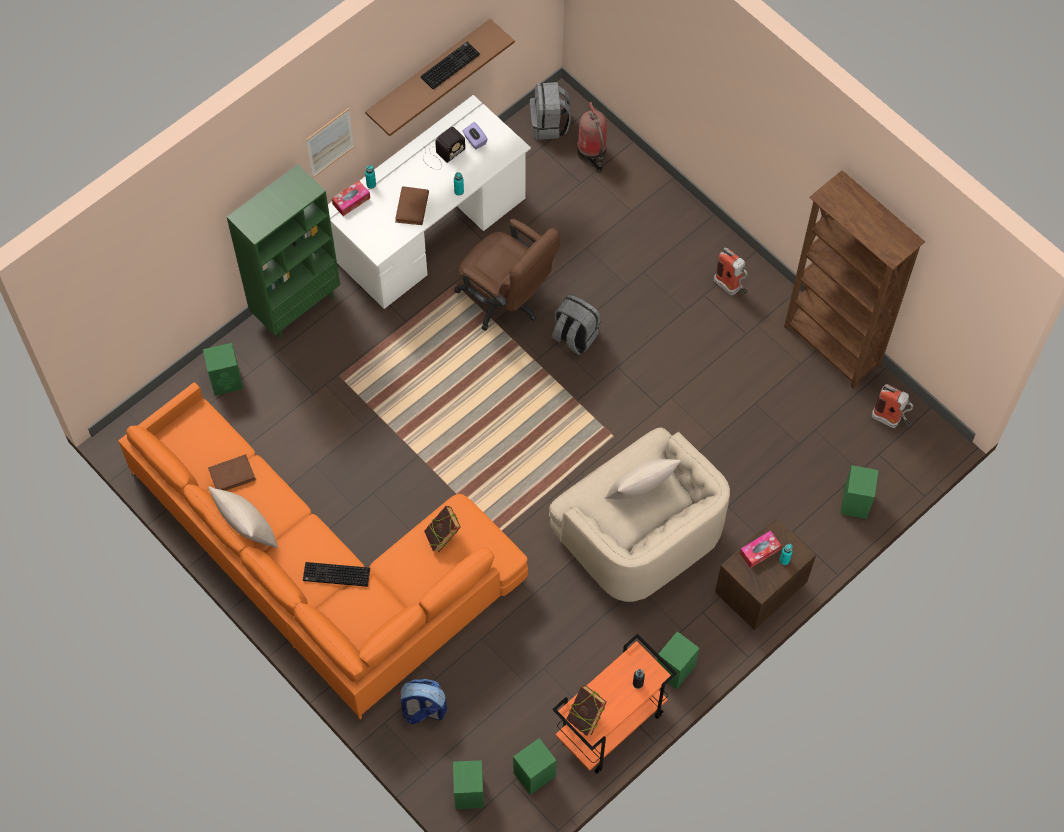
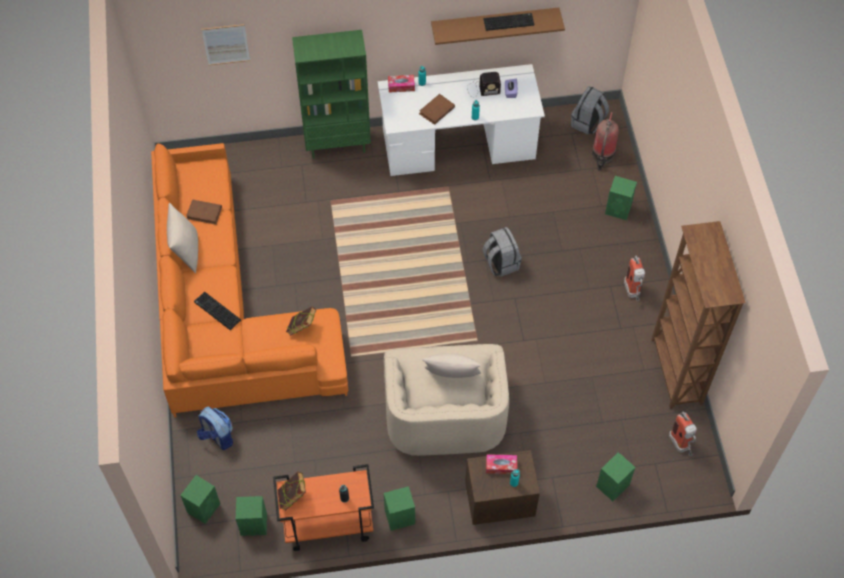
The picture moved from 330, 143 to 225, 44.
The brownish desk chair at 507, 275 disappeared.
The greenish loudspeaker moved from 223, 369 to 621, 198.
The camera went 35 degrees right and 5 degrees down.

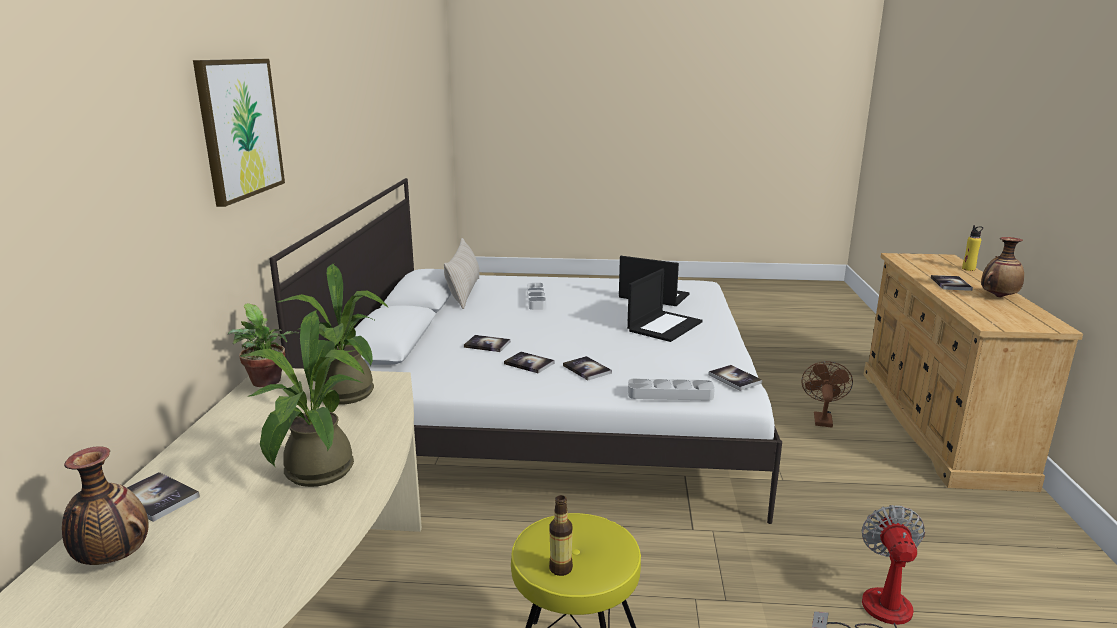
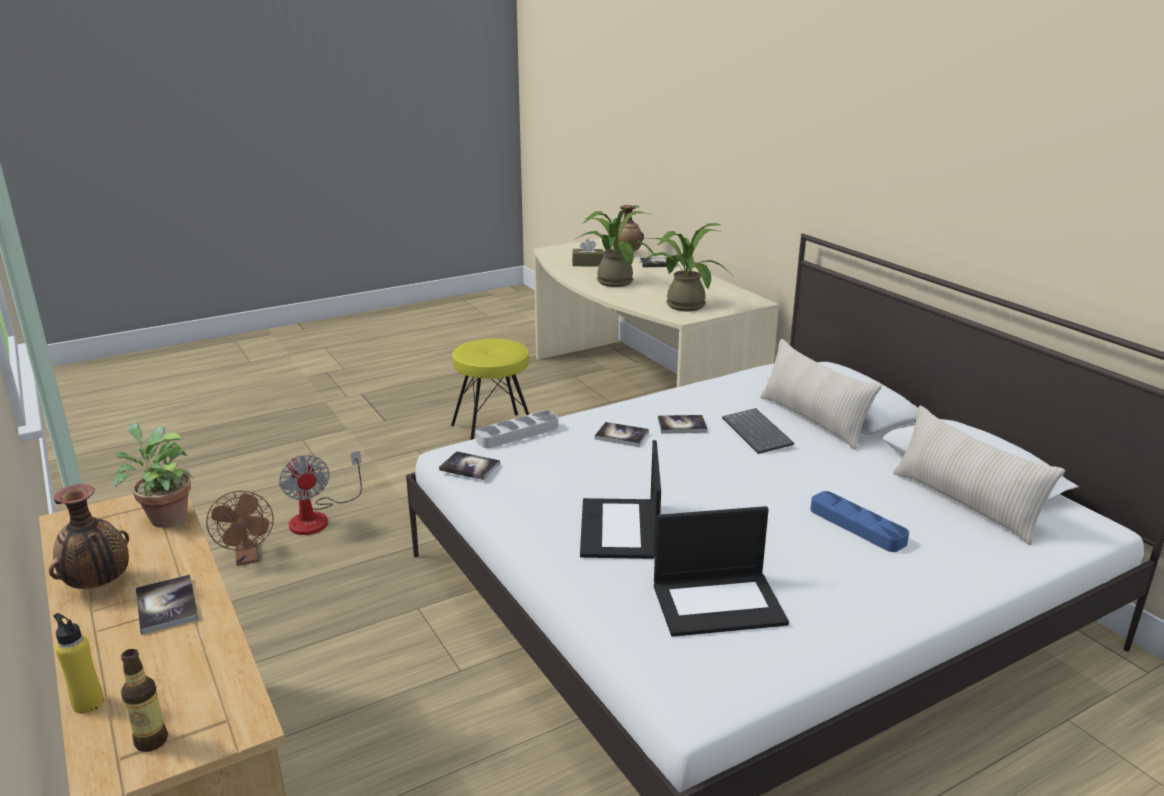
The picture at 239, 133 disappeared.
The whitish tray at 536, 296 became the blue-coloured tray at 859, 521.
The plant in a pot moved from 263, 345 to 153, 475.
The book at 487, 343 was replaced by the computer keyboard at 758, 431.
The brownish electric fan moved from 827, 394 to 240, 528.
The drink bottle moved from 561, 535 to 144, 700.
The brownish tissue box at 587, 252 appeared.
The beige-coloured throw pillow at 821, 394 appeared.
The camera went 145 degrees right and 5 degrees up.

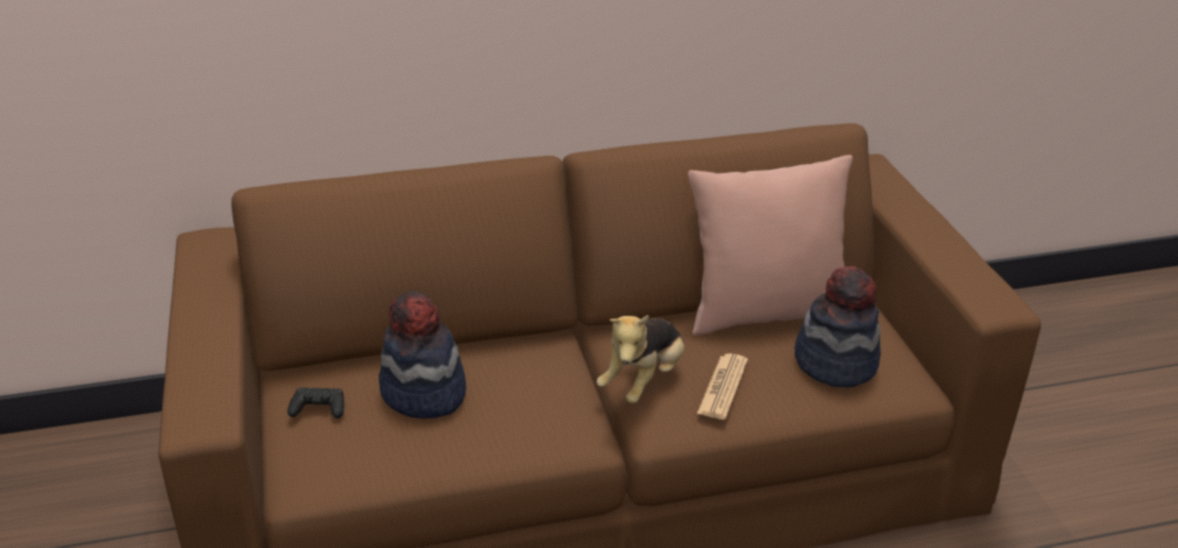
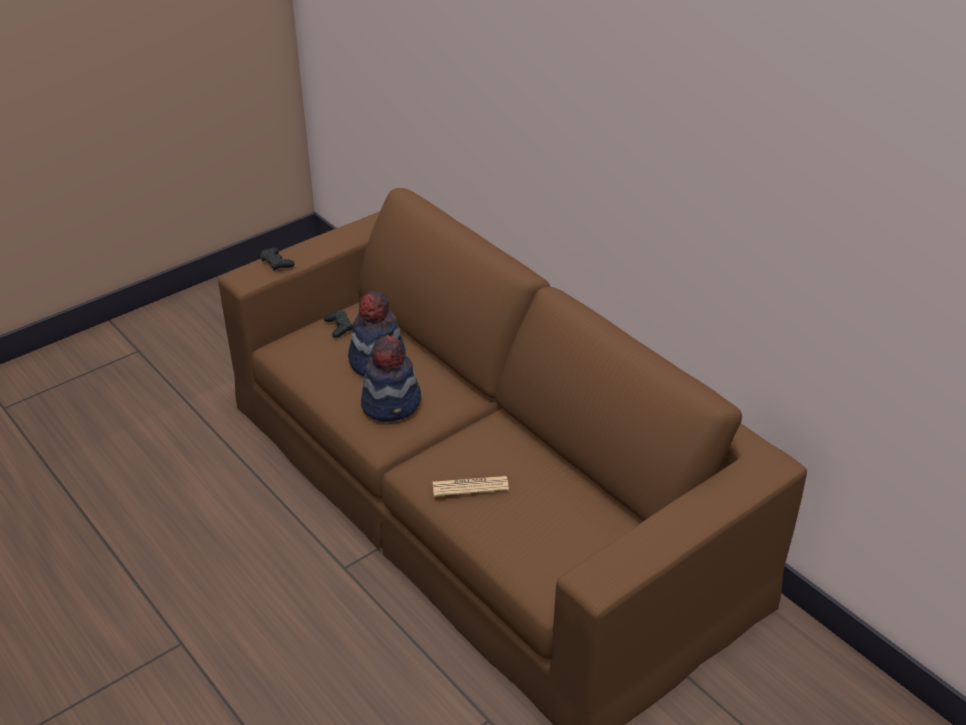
The pink throw pillow at 770, 245 disappeared.
The hat moved from 837, 327 to 391, 378.
The plush toy at 640, 359 disappeared.
The blackish game controller at 277, 259 appeared.
The camera went 65 degrees right and 5 degrees up.

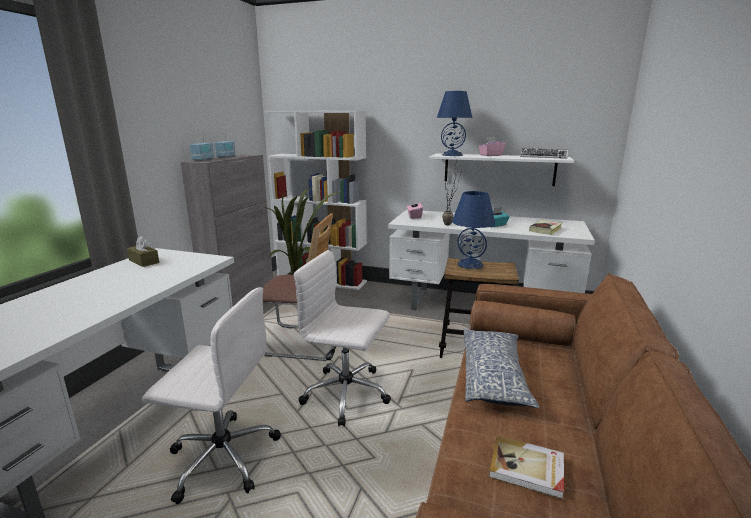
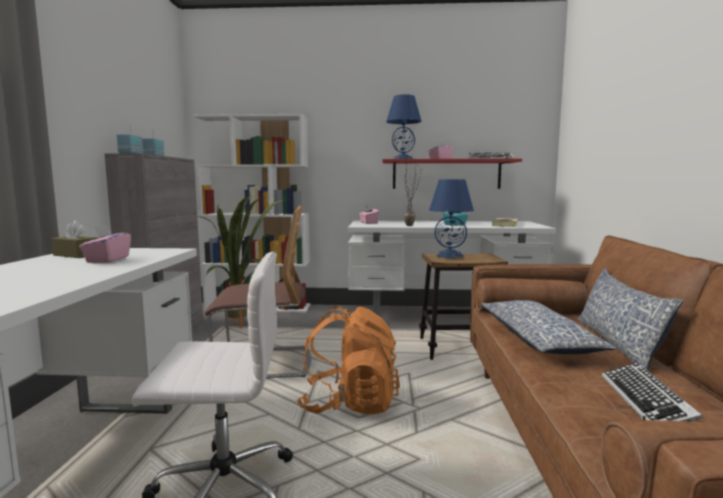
The whitish shelf at 501, 169 became the red-coloured shelf at 452, 174.
The whitish desk chair at 342, 338 was replaced by the orangey rucksack at 348, 360.
The book at 526, 467 was replaced by the computer keyboard at 652, 392.
The pink tissue box at 105, 243 appeared.
The throw pillow at 630, 319 appeared.
The camera went 15 degrees left and 10 degrees down.

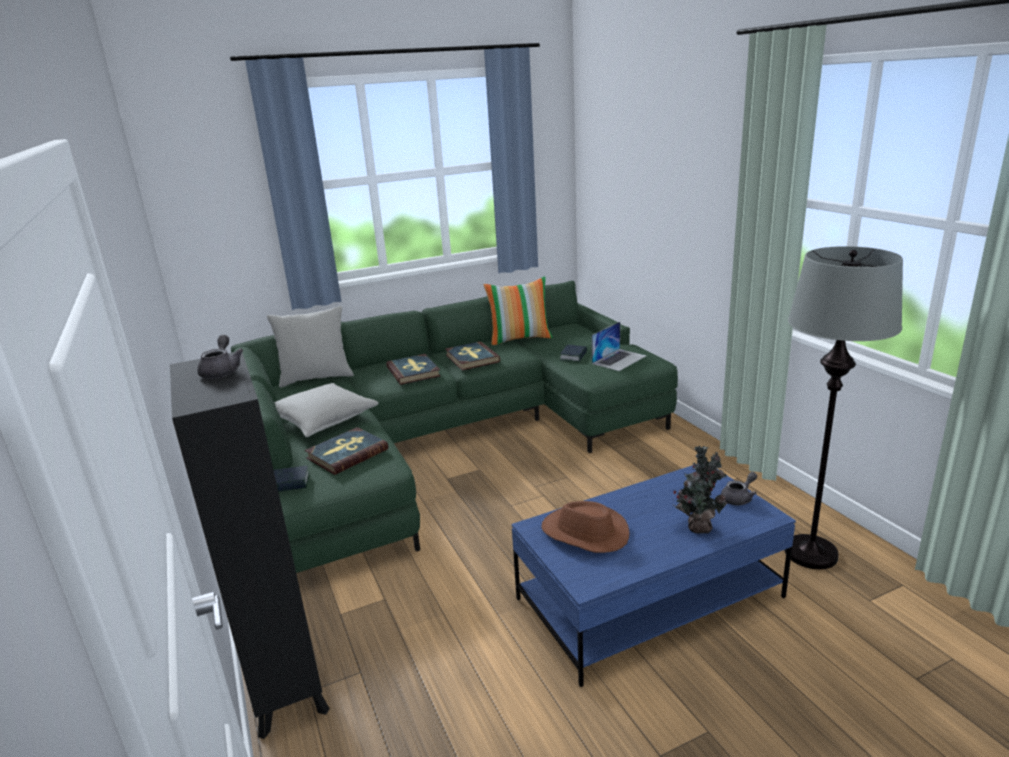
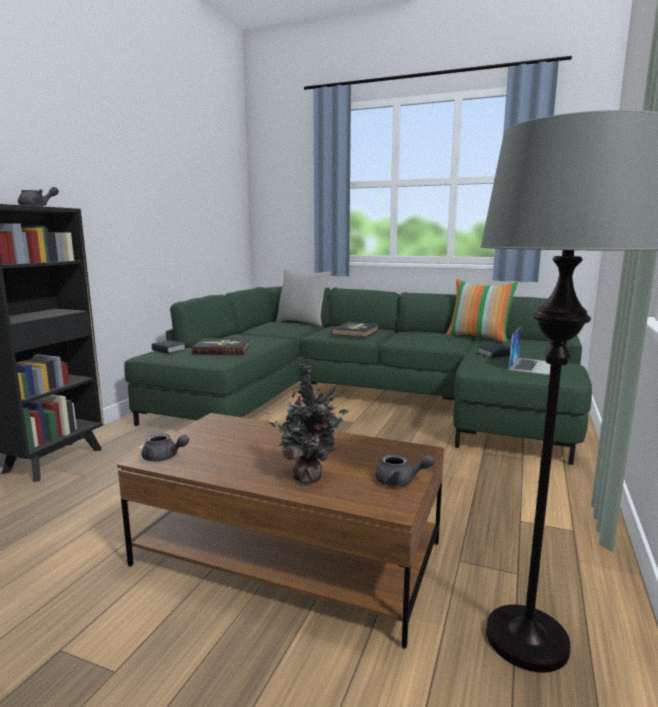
The portable computer at 619, 346 turned 60 degrees counterclockwise.
The book at 472, 355 disappeared.
The grey throw pillow at 326, 410 disappeared.
The blue-coloured coffee table at 654, 576 became the brownish coffee table at 280, 531.
The brownish hat at 585, 527 disappeared.
The grey pot for tea at 165, 447 appeared.
The camera went 45 degrees right and 10 degrees down.

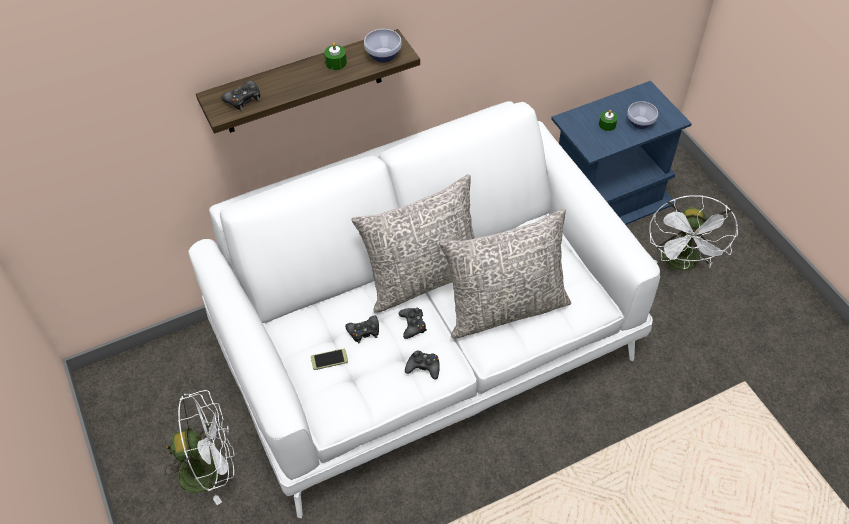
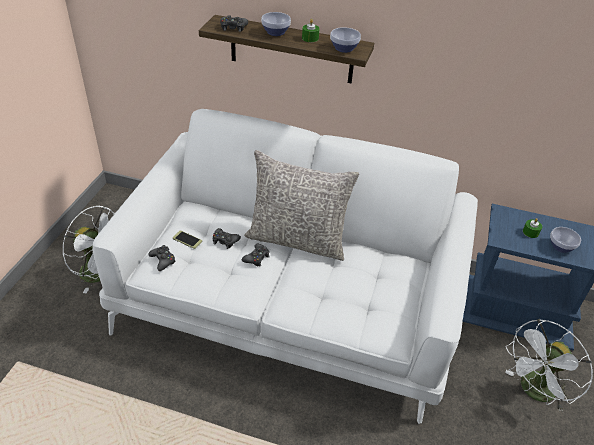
The grey throw pillow at 505, 273 disappeared.
The blackish game controller moved from 422, 365 to 162, 258.
The bowl at 276, 24 appeared.
The camera went 40 degrees right and 10 degrees down.

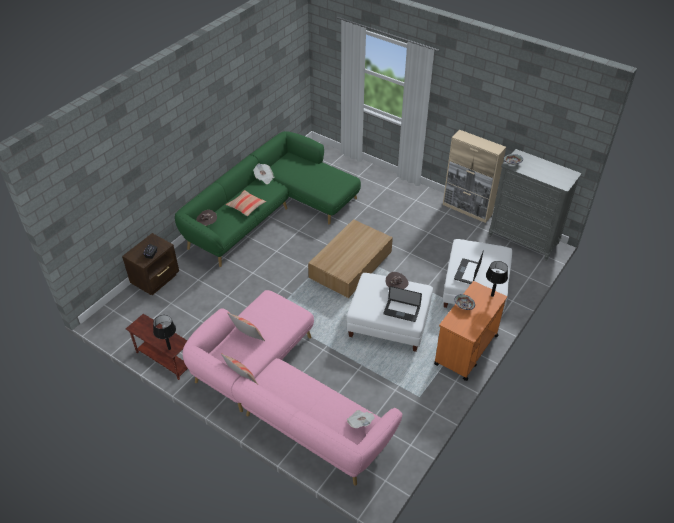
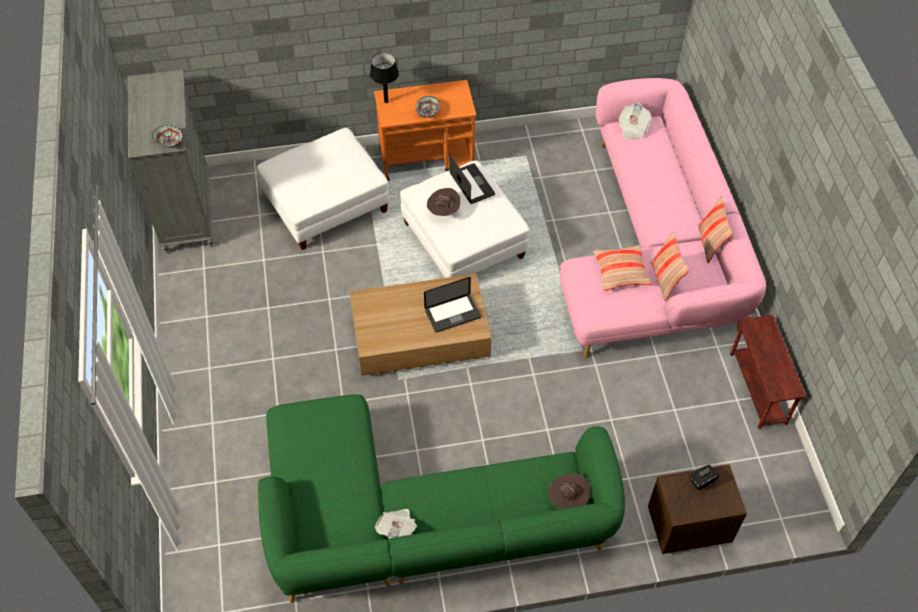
The beige-coloured cabinet at 474, 176 disappeared.
The throw pillow moved from 246, 203 to 622, 268.
The portable computer moved from 469, 267 to 452, 305.
The blackish table lamp at 164, 332 disappeared.
The camera went 135 degrees left and 10 degrees up.

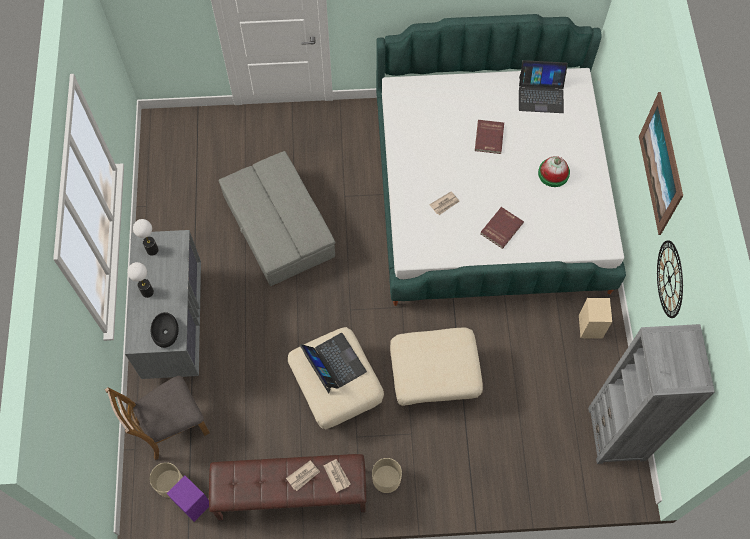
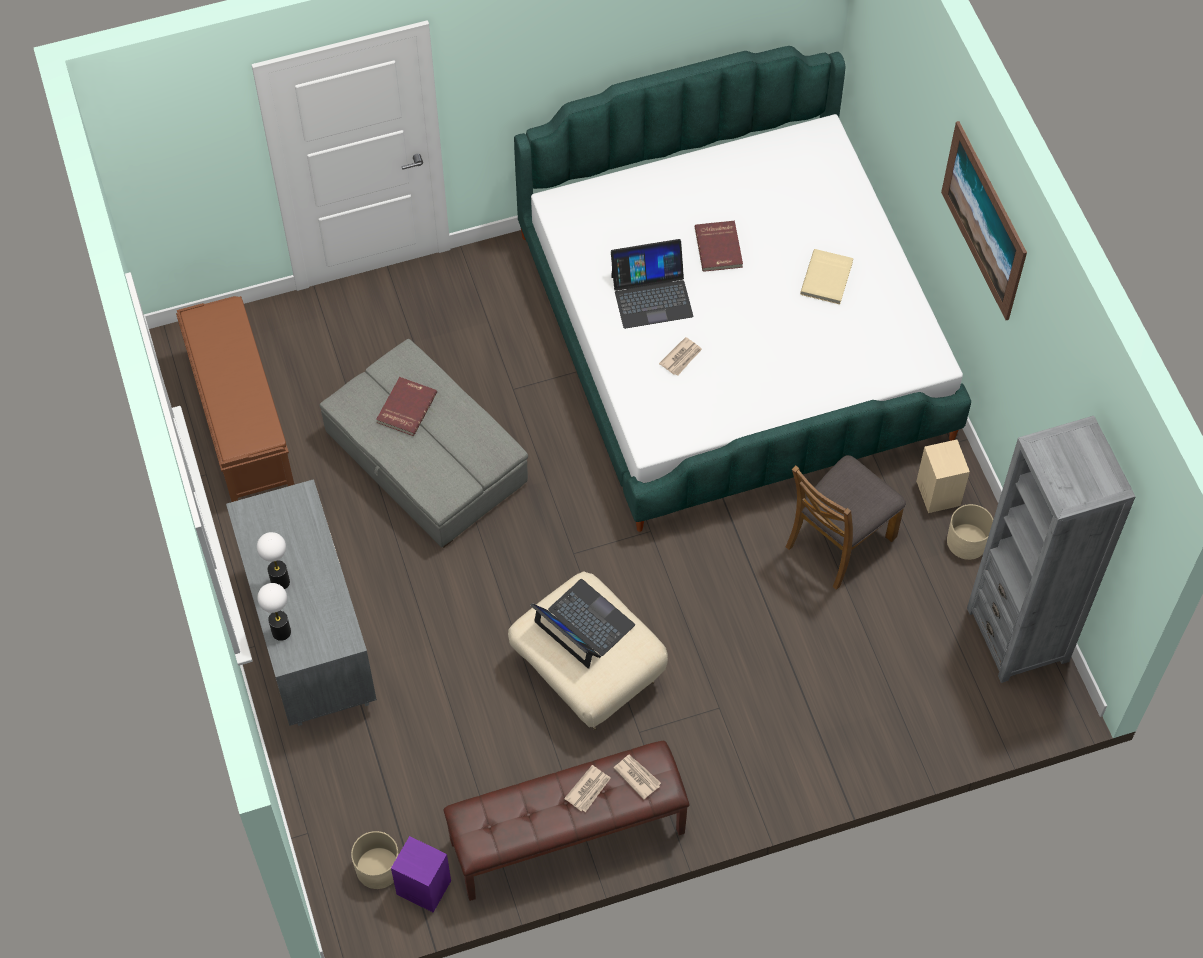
The portable computer moved from 543, 86 to 652, 284.
The hat at 554, 171 was replaced by the beige-coloured book at 826, 276.
The red-coloured book moved from 502, 228 to 406, 406.
The table lamp moved from 146, 237 to 274, 612.
The hanging clock at 670, 279 disappeared.
The blackish bowl at 164, 330 disappeared.
The beige-coloured pouffe at 436, 367 disappeared.
The brownish plain chair moved from 157, 418 to 846, 522.
The beige-coloured flower pot moved from 387, 475 to 970, 532.
The brownish bench at 235, 399 appeared.
The camera went 15 degrees left and 5 degrees down.

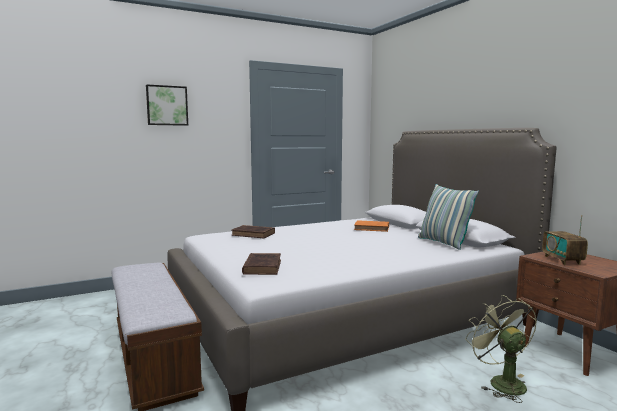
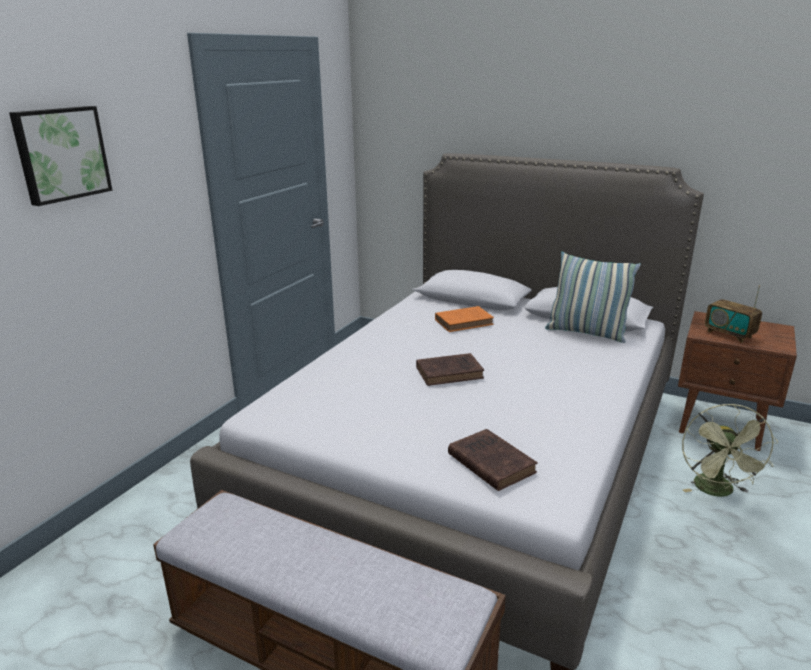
The brownish book moved from 253, 231 to 450, 369.
The greenish electric fan at 501, 349 turned 120 degrees counterclockwise.
The camera went 35 degrees left and 15 degrees up.

